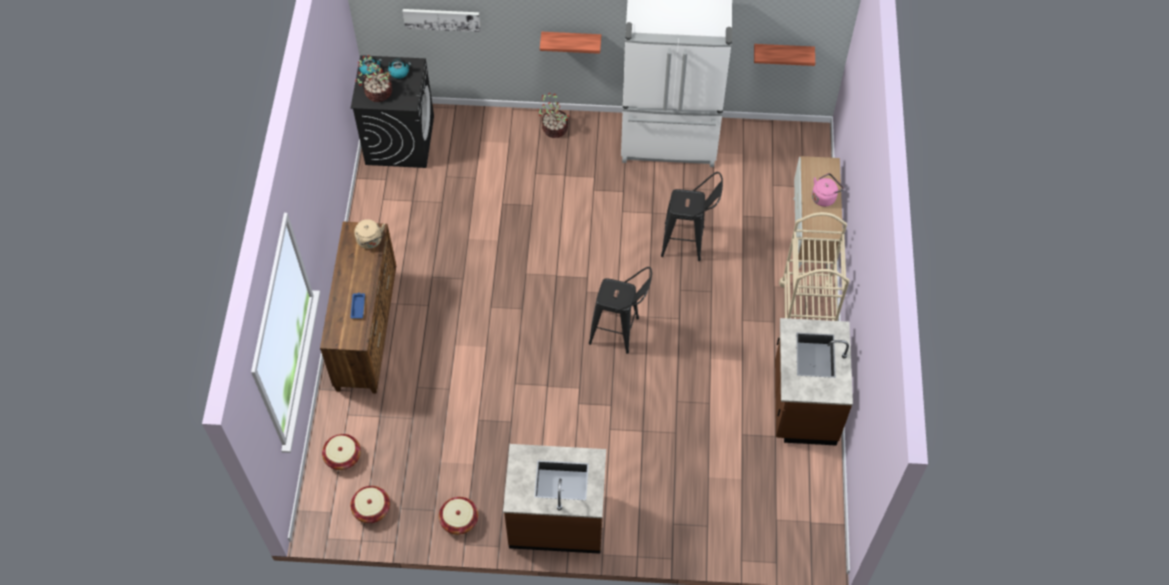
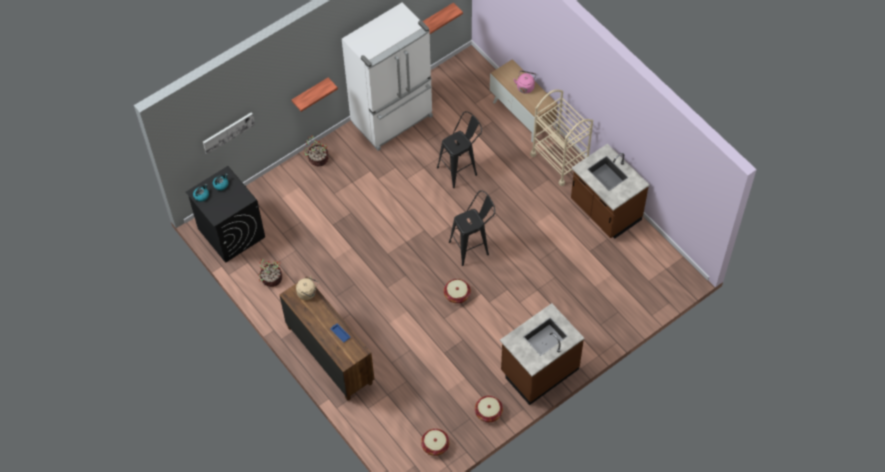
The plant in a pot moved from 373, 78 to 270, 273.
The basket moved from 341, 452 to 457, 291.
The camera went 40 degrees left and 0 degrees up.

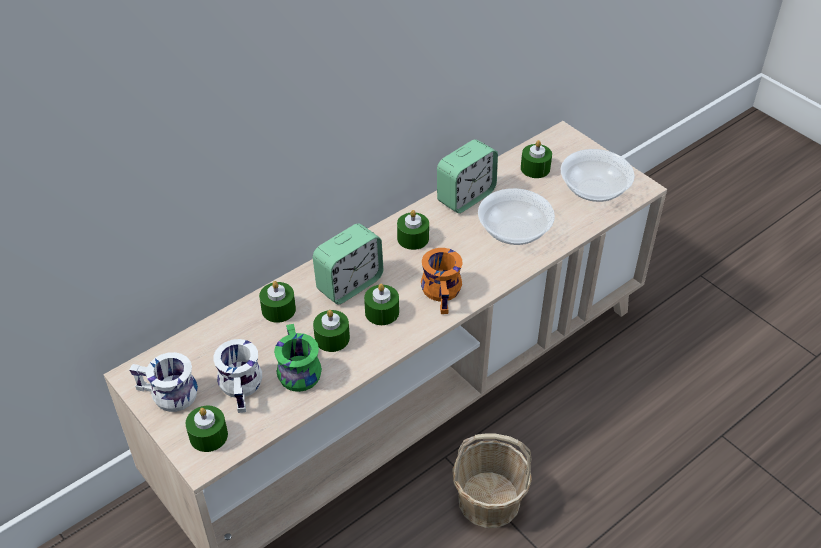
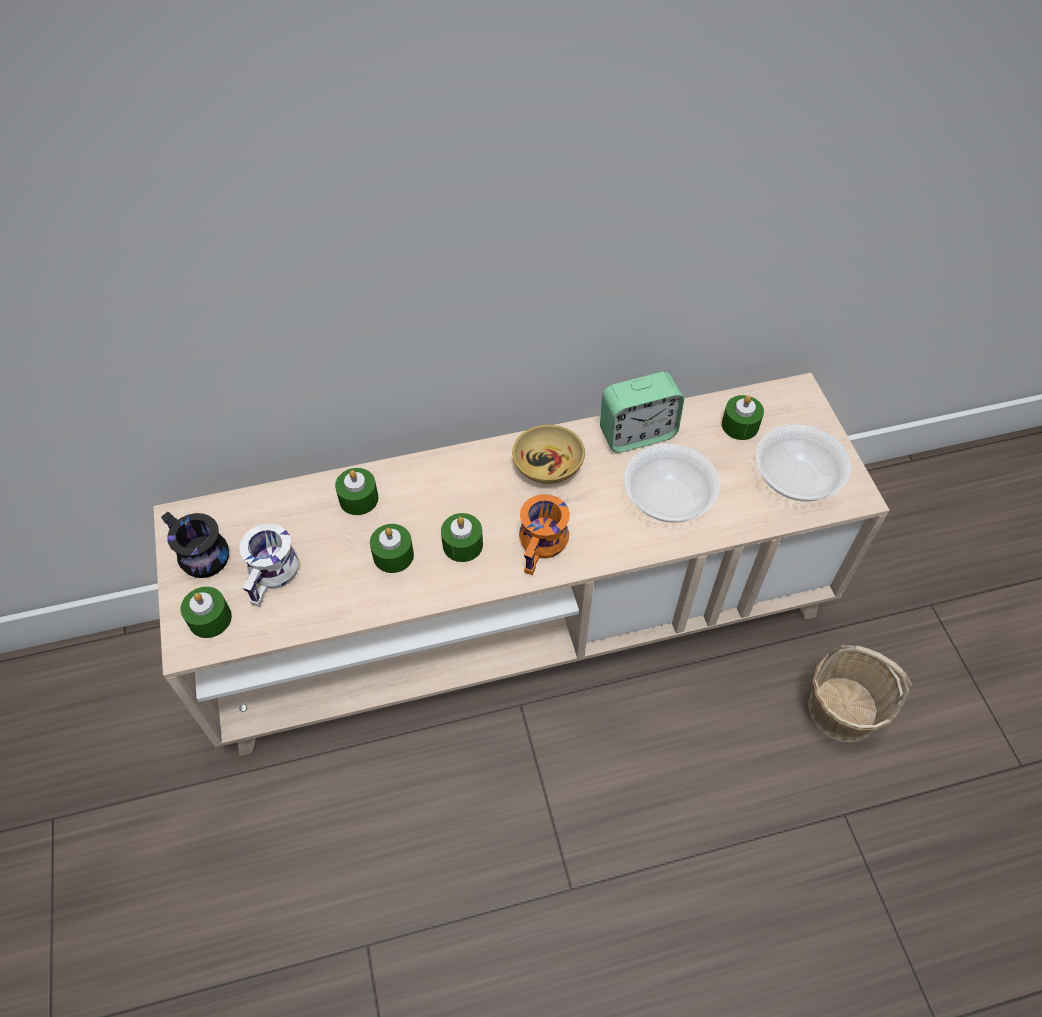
The greenish wax candle at 413, 230 was replaced by the beige-coloured bowl at 548, 454.
The table clock at 348, 263 disappeared.
The greenish tea mug at 298, 358 disappeared.
The whitish tea mug at 163, 382 became the blackish tea mug at 195, 545.
The basket moved from 492, 480 to 860, 693.
The camera went 25 degrees right and 10 degrees up.

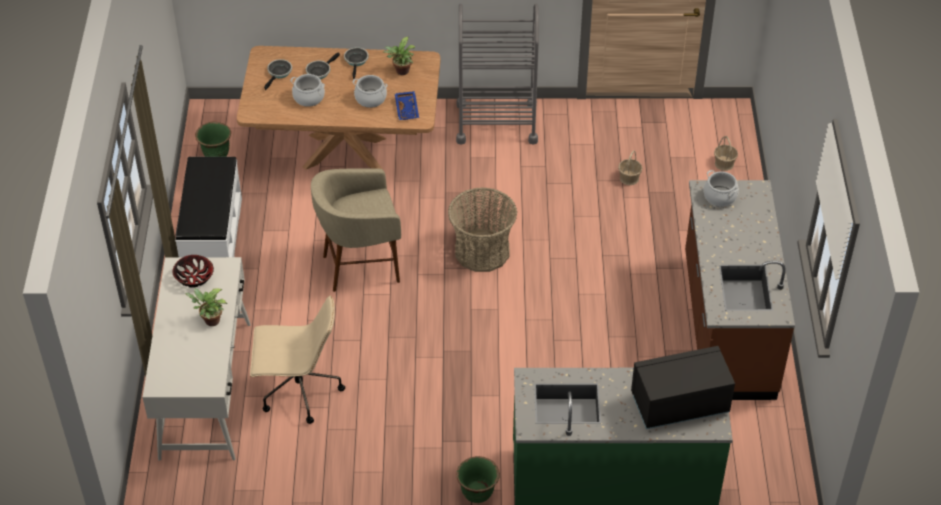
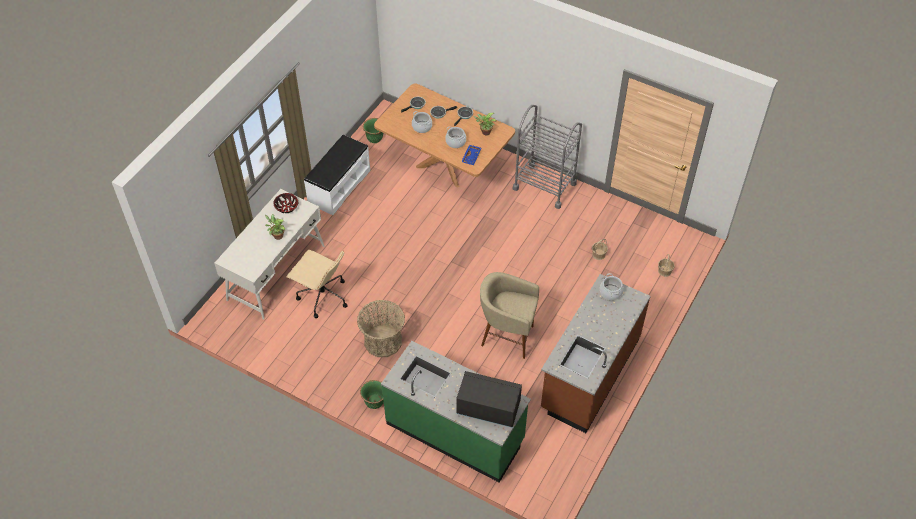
The beige-coloured stool seat moved from 356, 230 to 509, 315.
The basket moved from 482, 230 to 381, 328.
The camera went 30 degrees right and 5 degrees up.

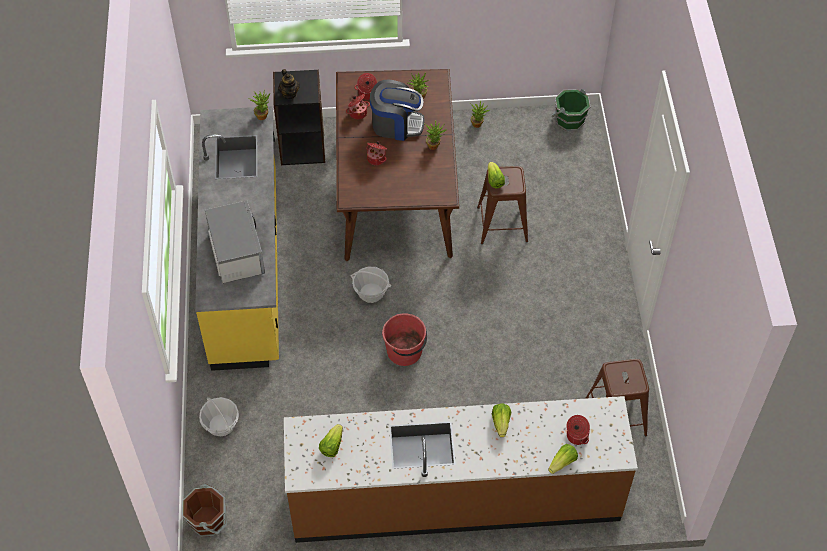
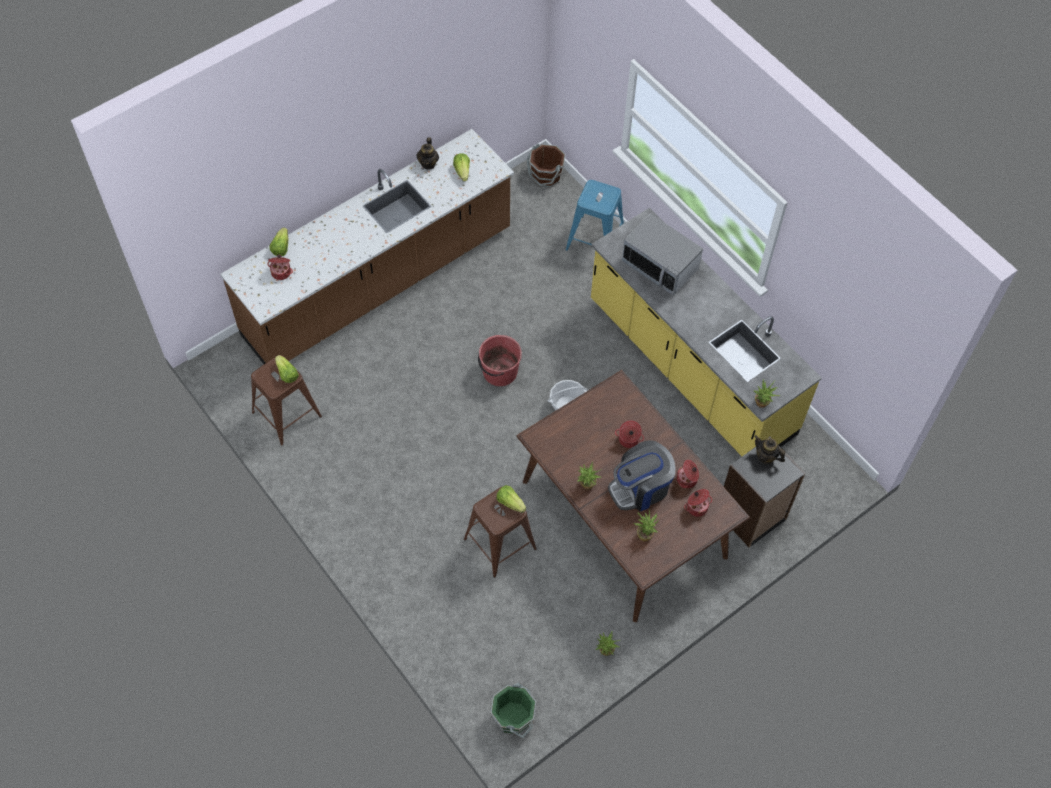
The basket at 219, 416 was replaced by the blue-coloured stool seat at 595, 215.
The lettuce moved from 501, 420 to 287, 369.
The pot for tea at 427, 153 appeared.
The camera went 145 degrees right and 5 degrees up.

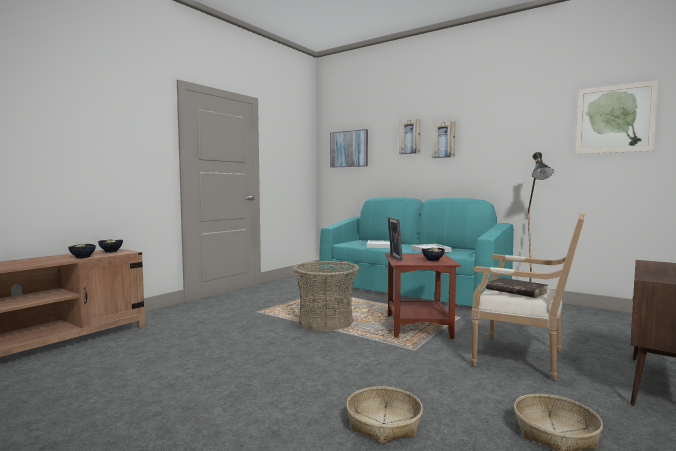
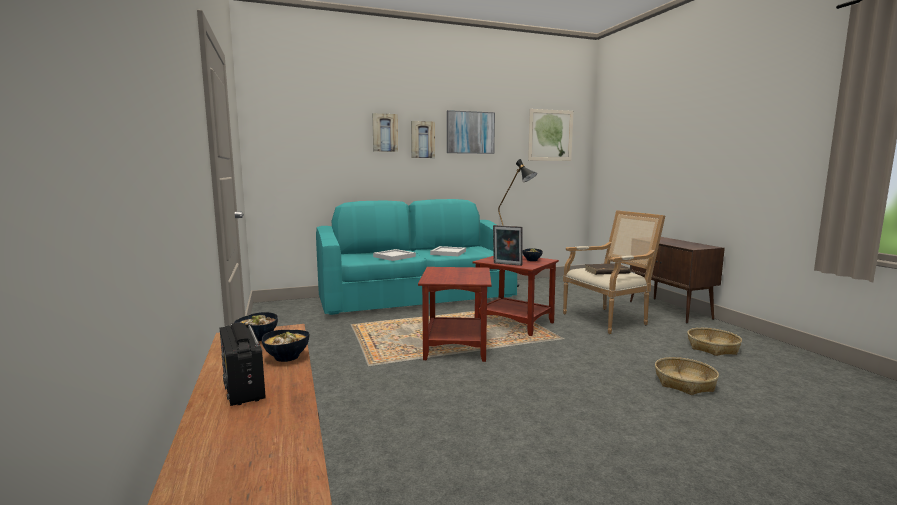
The picture moved from 349, 148 to 471, 132.
The basket at 325, 296 was replaced by the brownish accent table at 455, 314.
The radio receiver at 243, 364 appeared.
The camera went 55 degrees left and 5 degrees up.

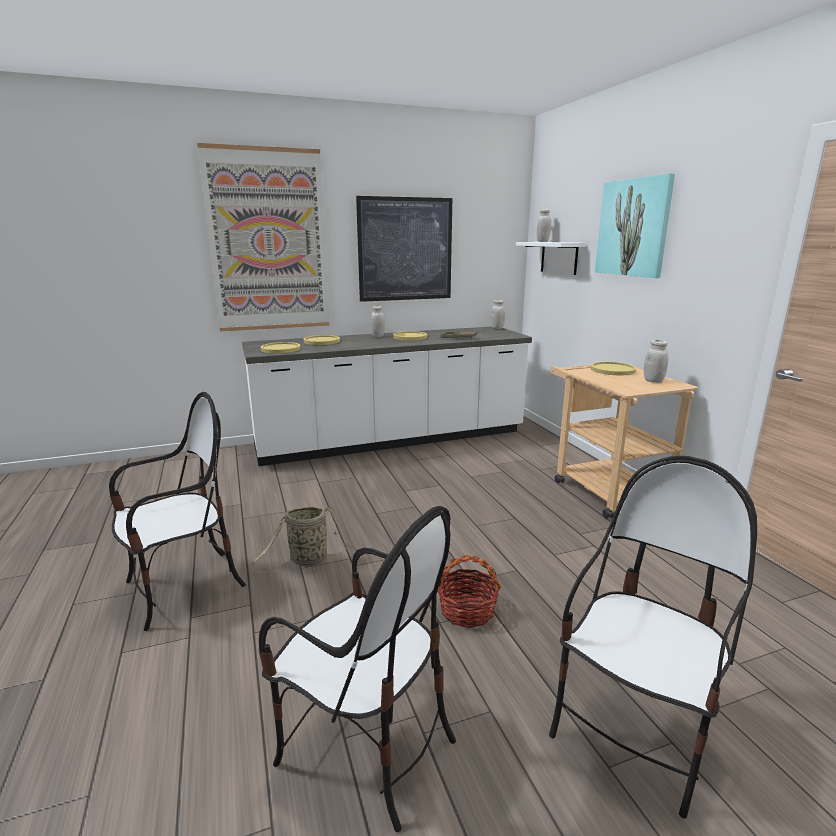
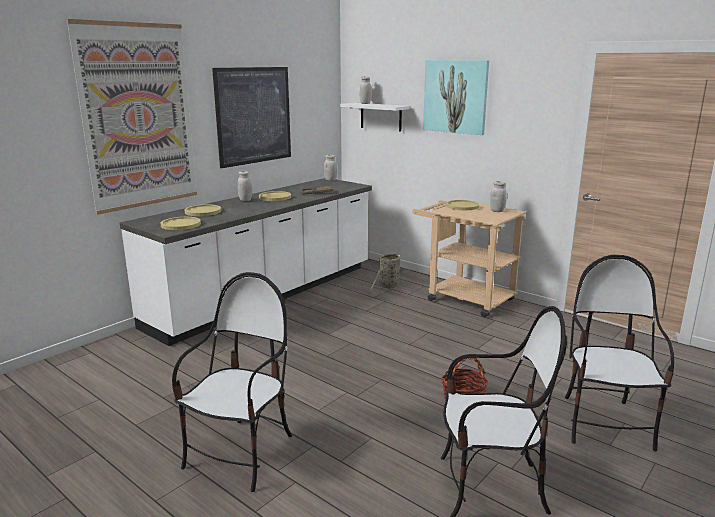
The basket moved from 298, 539 to 386, 273.
The camera went 30 degrees left and 0 degrees up.

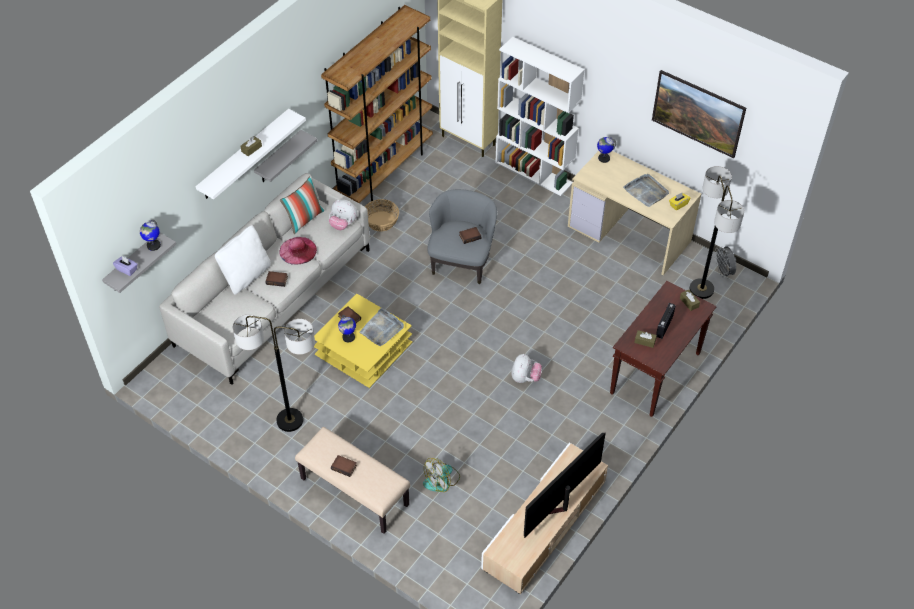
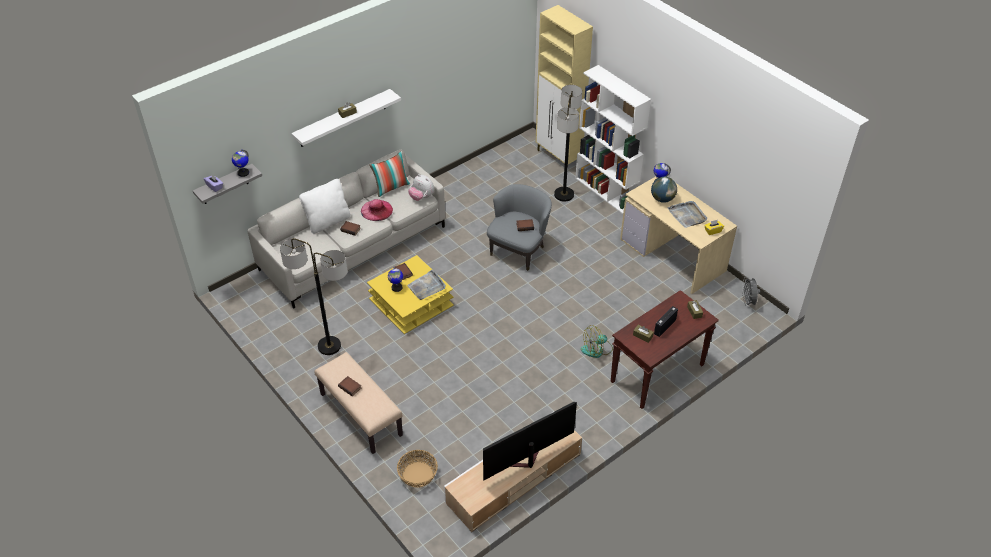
The brownish bookshelf at 377, 104 disappeared.
The picture at 699, 114 disappeared.
The grey shelf at 286, 156 disappeared.
The floor lamp moved from 717, 232 to 568, 143.
The basket moved from 382, 215 to 417, 469.
The plush toy at 526, 368 disappeared.
The electric fan moved from 441, 475 to 597, 341.
The globe at 664, 190 appeared.
The camera went 15 degrees right and 5 degrees down.

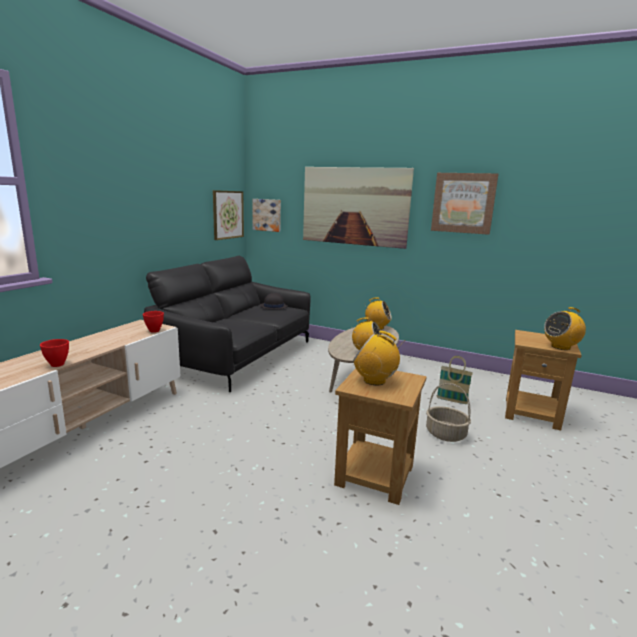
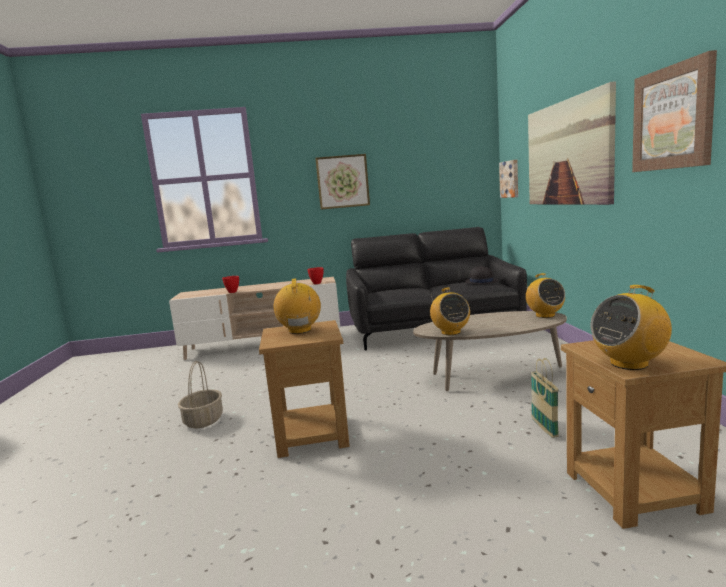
The picture moved from 228, 215 to 342, 182.
The radio receiver at 565, 328 turned 60 degrees counterclockwise.
The basket moved from 448, 412 to 200, 394.
The camera went 60 degrees right and 5 degrees down.

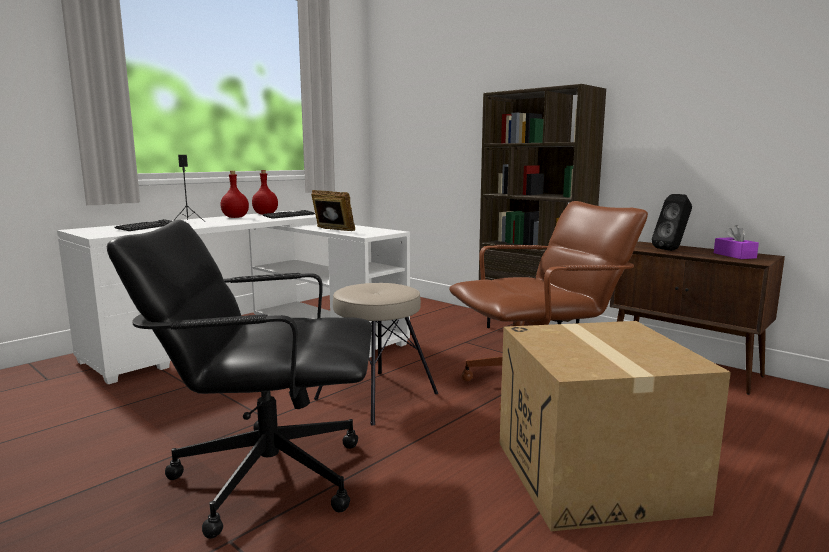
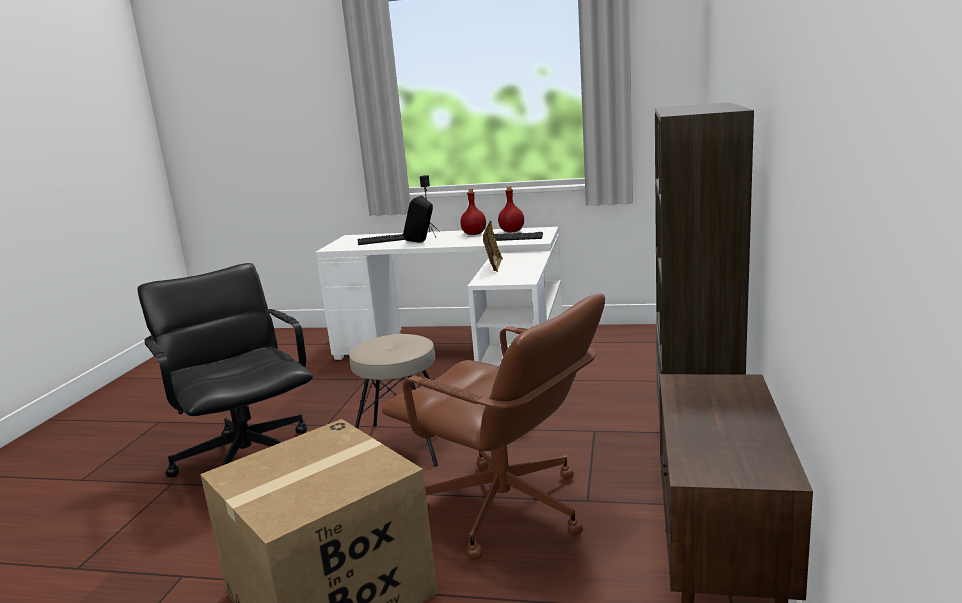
The blackish loudspeaker moved from 672, 222 to 418, 219.
The purple tissue box at 736, 242 disappeared.
The camera went 60 degrees right and 5 degrees up.

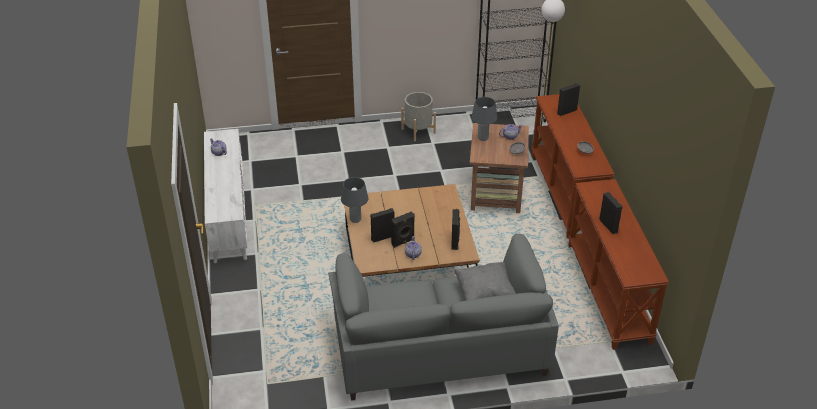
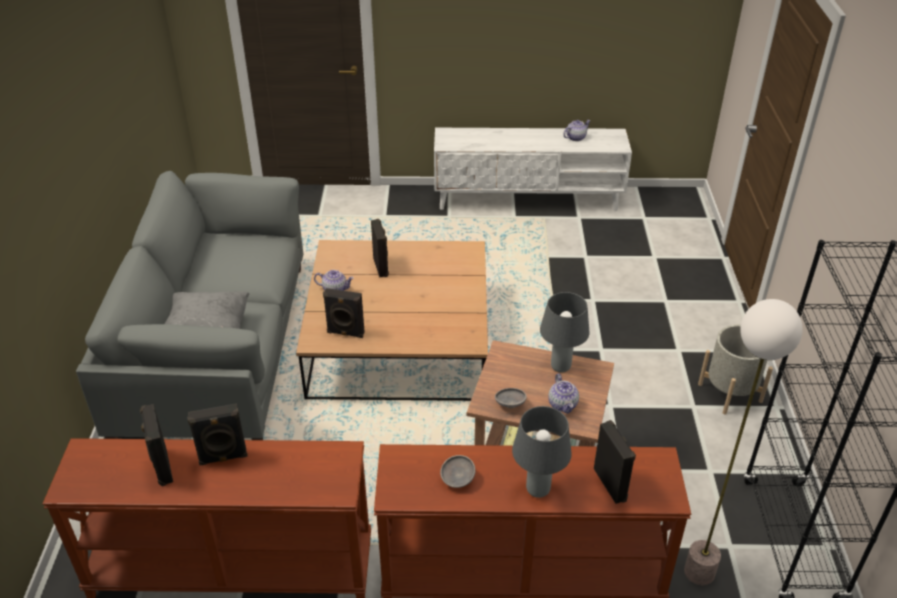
The grey table lamp moved from 354, 200 to 542, 452.
The blackish loudspeaker moved from 403, 229 to 156, 445.
The camera went 100 degrees right and 0 degrees up.

